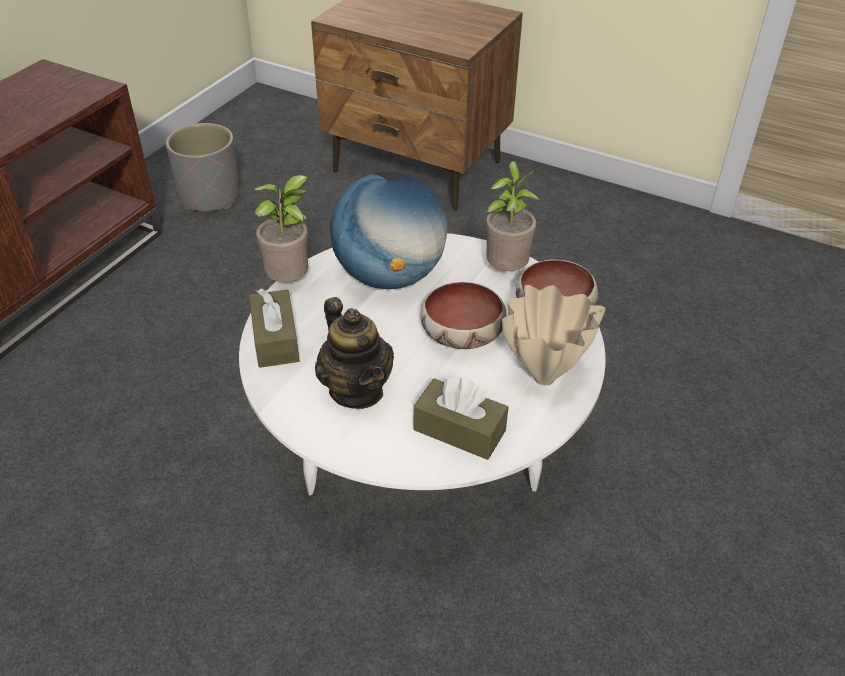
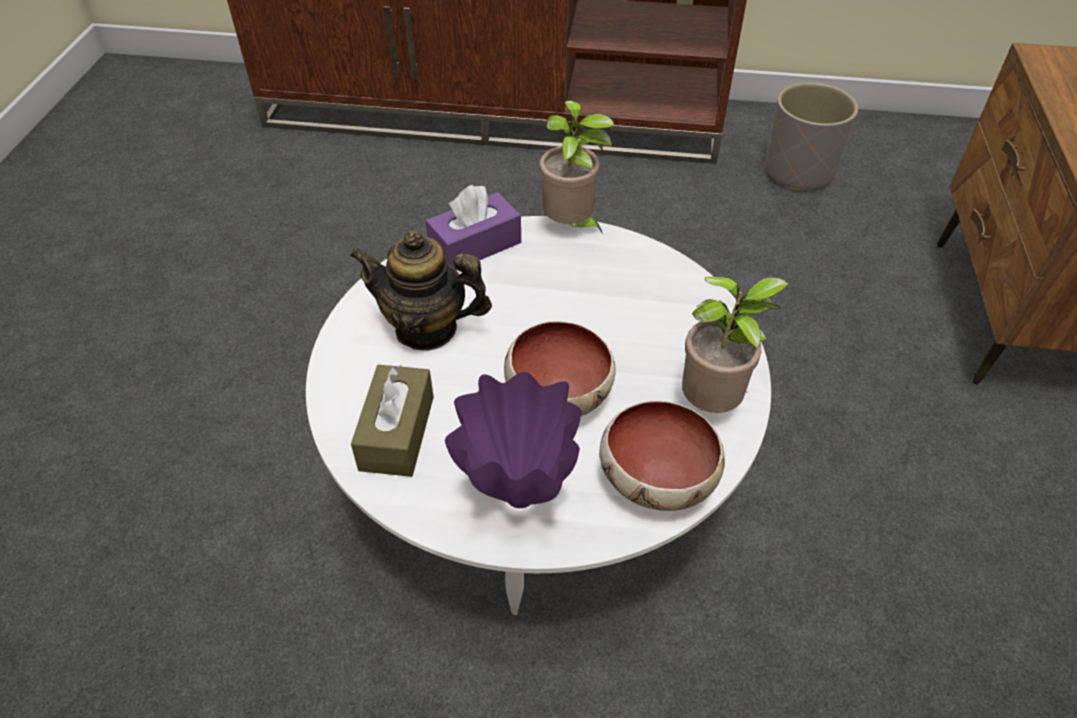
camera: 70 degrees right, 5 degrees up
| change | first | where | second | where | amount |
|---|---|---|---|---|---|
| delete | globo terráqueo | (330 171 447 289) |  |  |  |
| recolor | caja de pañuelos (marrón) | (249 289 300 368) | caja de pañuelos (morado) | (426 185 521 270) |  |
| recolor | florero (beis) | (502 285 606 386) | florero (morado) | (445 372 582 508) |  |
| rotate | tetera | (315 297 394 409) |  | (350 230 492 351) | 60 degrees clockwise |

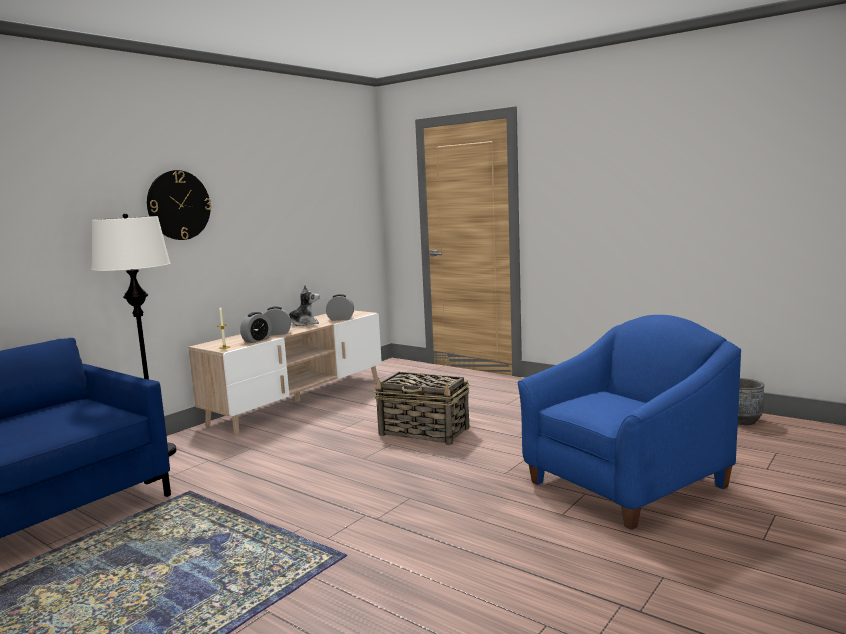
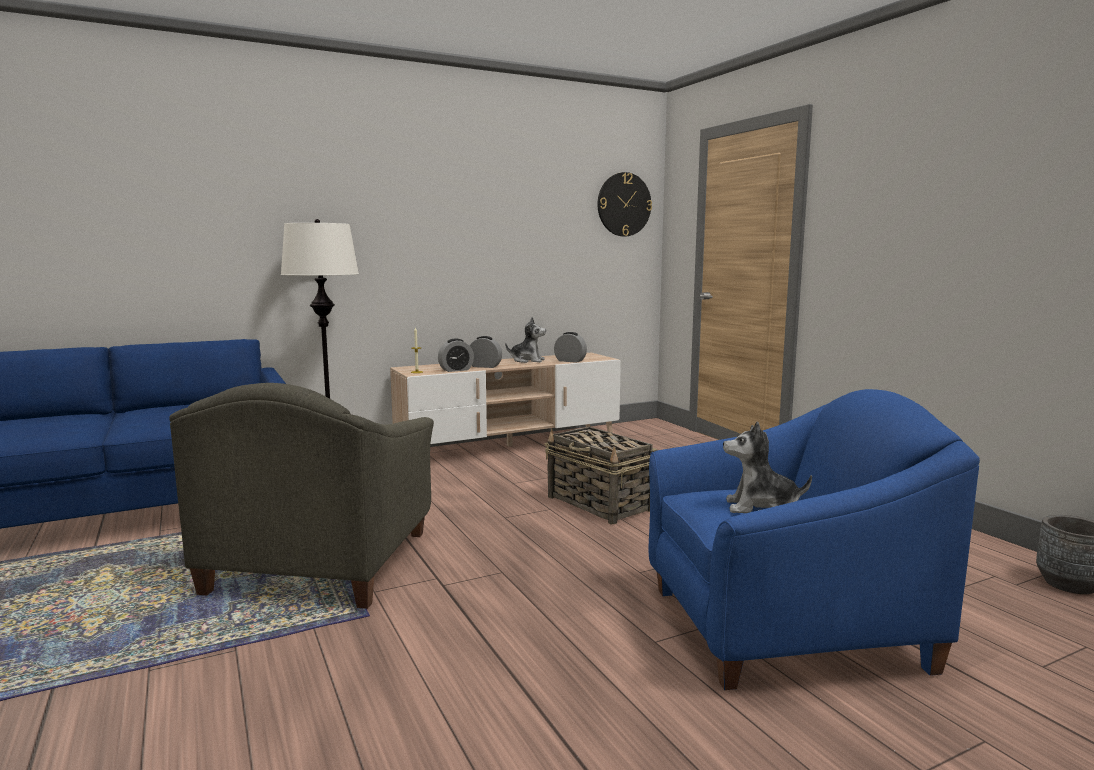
camera: 25 degrees right, 0 degrees up
| change | first | where | second | where | amount |
|---|---|---|---|---|---|
| insert |  |  | sillón (gris) | (169 383 434 609) |  |
| insert |  |  | peluche | (723 421 812 513) |  |
| move | reloj de pared | (147 170 211 240) |  | (598 172 652 236) |  |

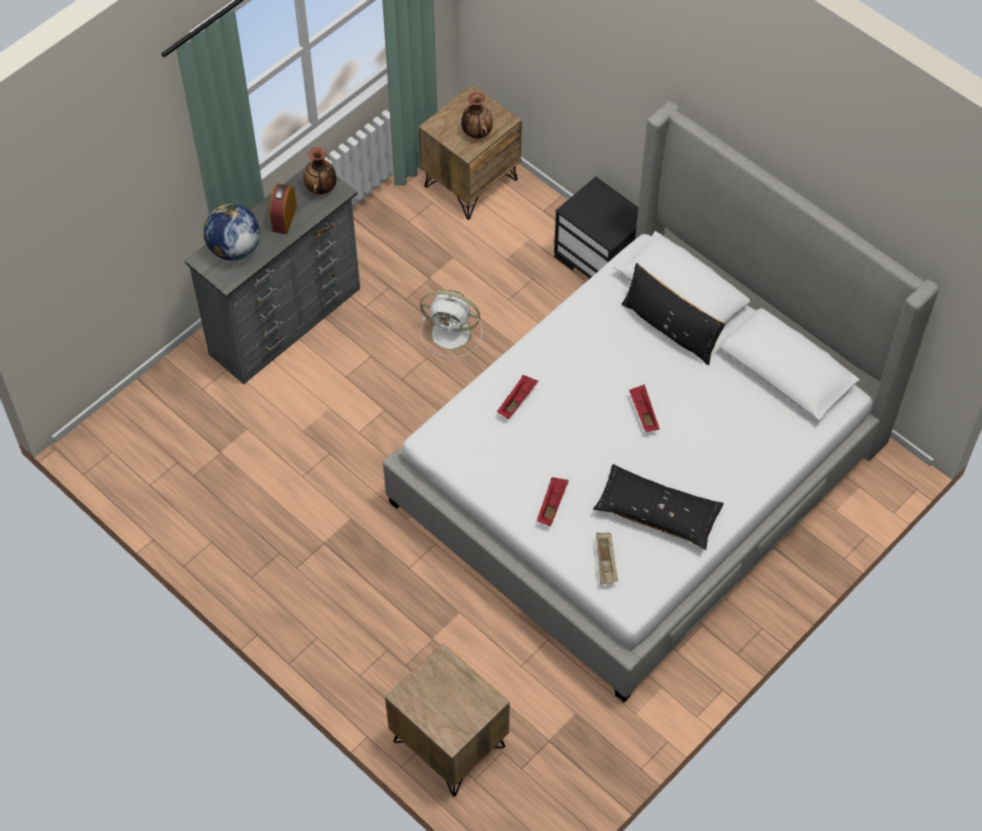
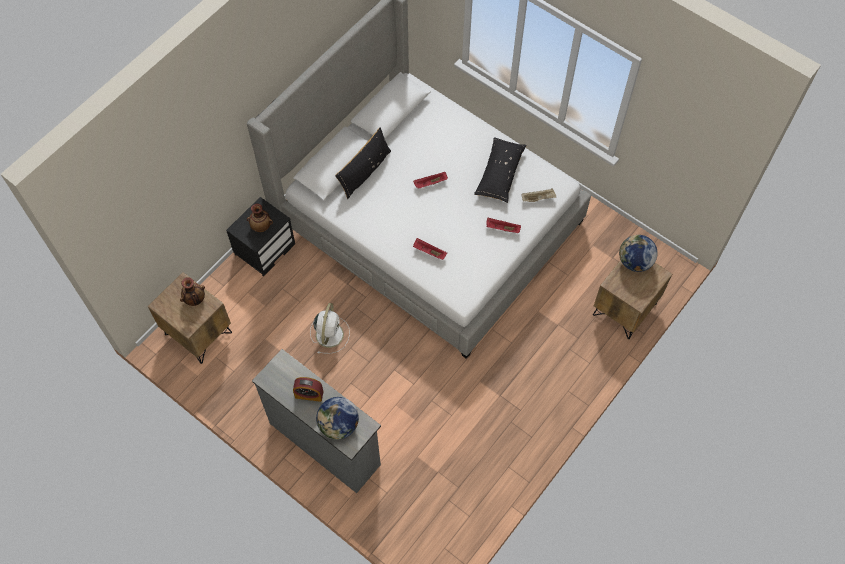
camera: 95 degrees left, 5 degrees up
| change | first | where | second | where | amount |
|---|---|---|---|---|---|
| insert |  |  | globo terráqueo | (619 235 658 272) |  |
| move | florero | (303 147 336 194) |  | (247 203 273 232) |  |

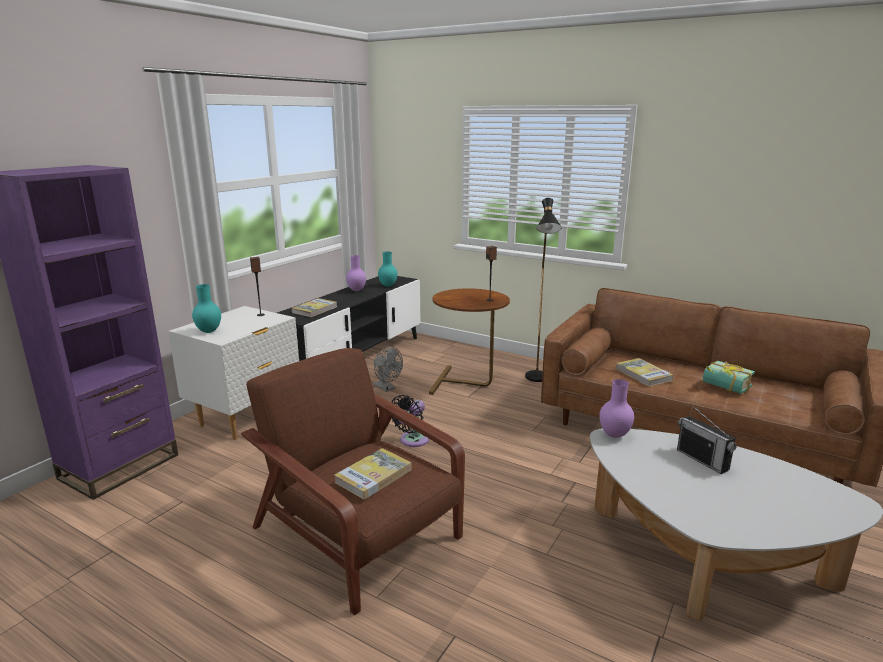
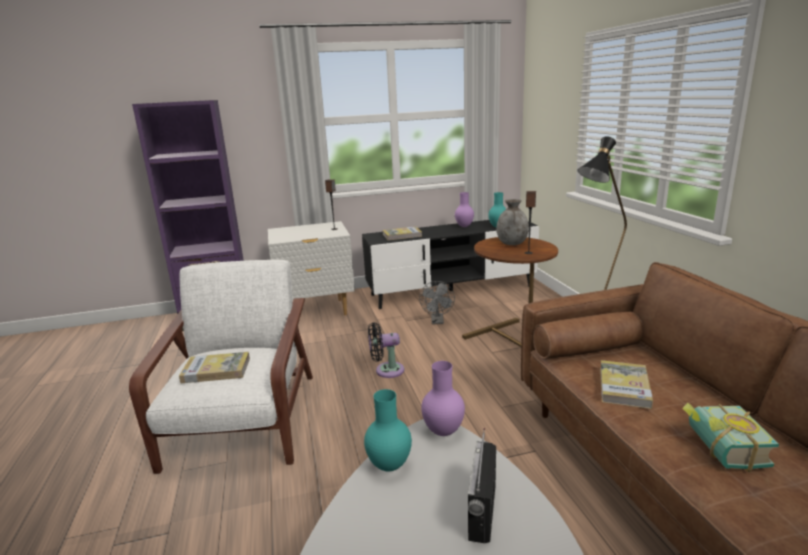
camera: 45 degrees right, 0 degrees up
| change | first | where | second | where | amount |
|---|---|---|---|---|---|
| insert |  |  | florero (gris) | (497 199 529 245) |  |
| move | florero (turquesa) | (192 284 221 333) |  | (364 389 412 471) |  |
| recolor | sillón (marrón) | (241 348 465 615) | sillón (blanco) | (129 260 313 474) |  |

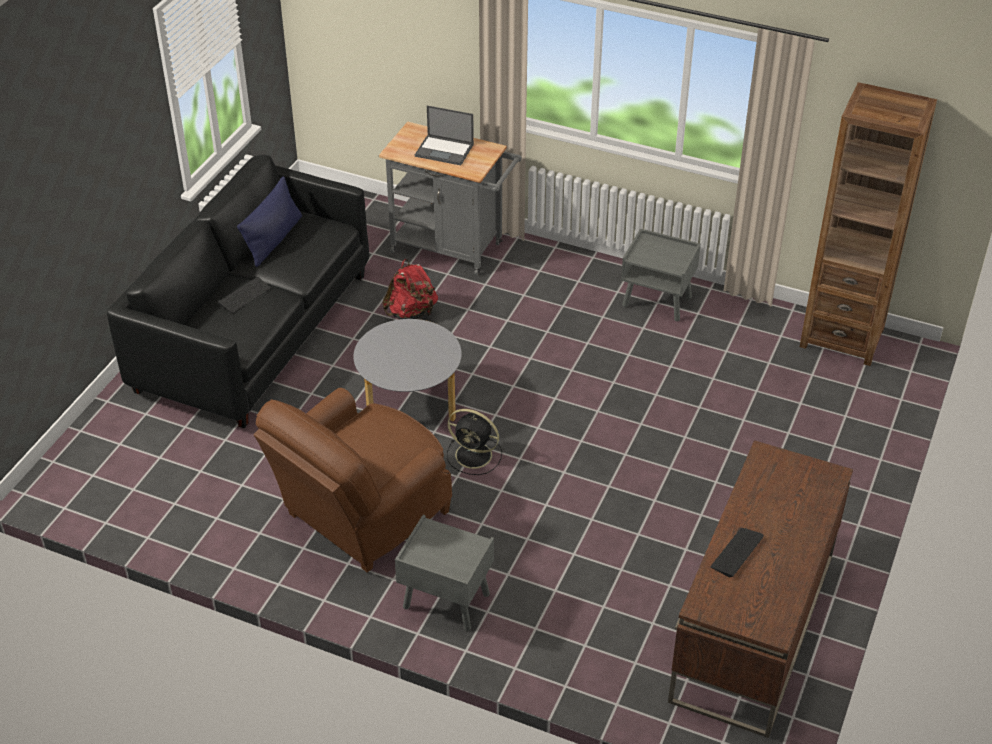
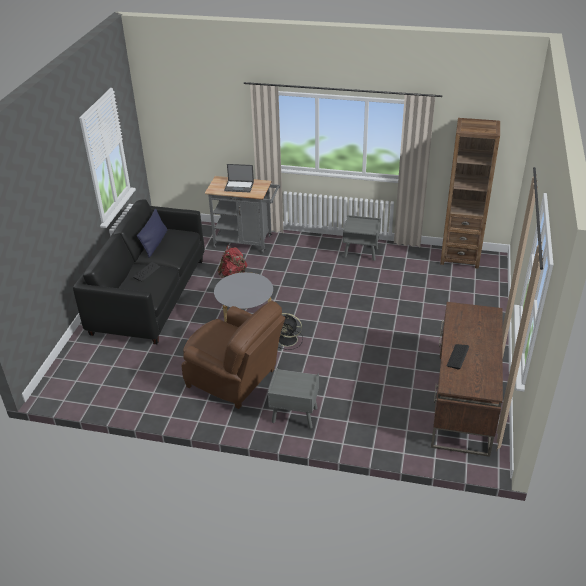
camera: 10 degrees left, 5 degrees down
| change | first | where | second | where | amount |
|---|---|---|---|---|---|
| rotate | sillón (marrón) | (253 388 452 573) |  | (181 301 286 409) | 90 degrees counterclockwise |

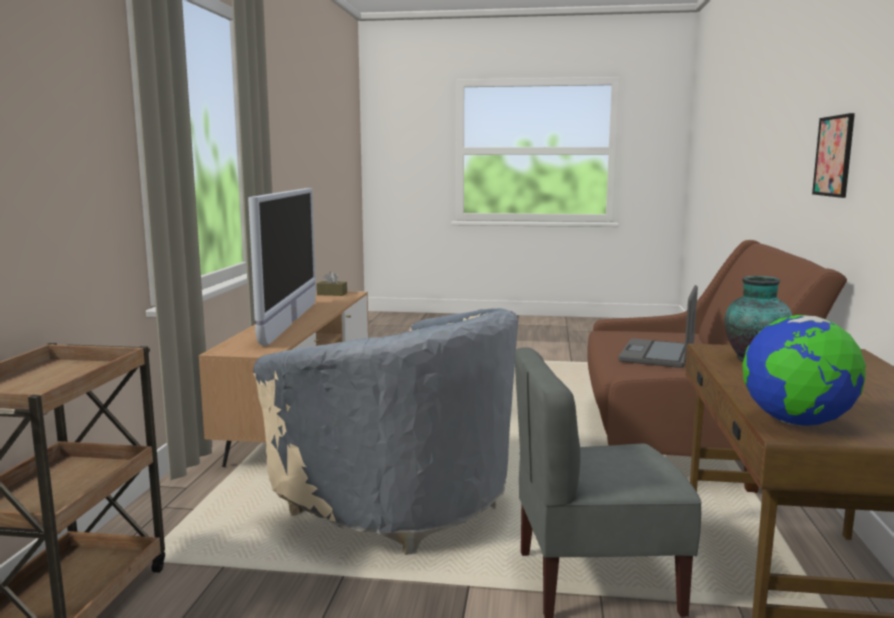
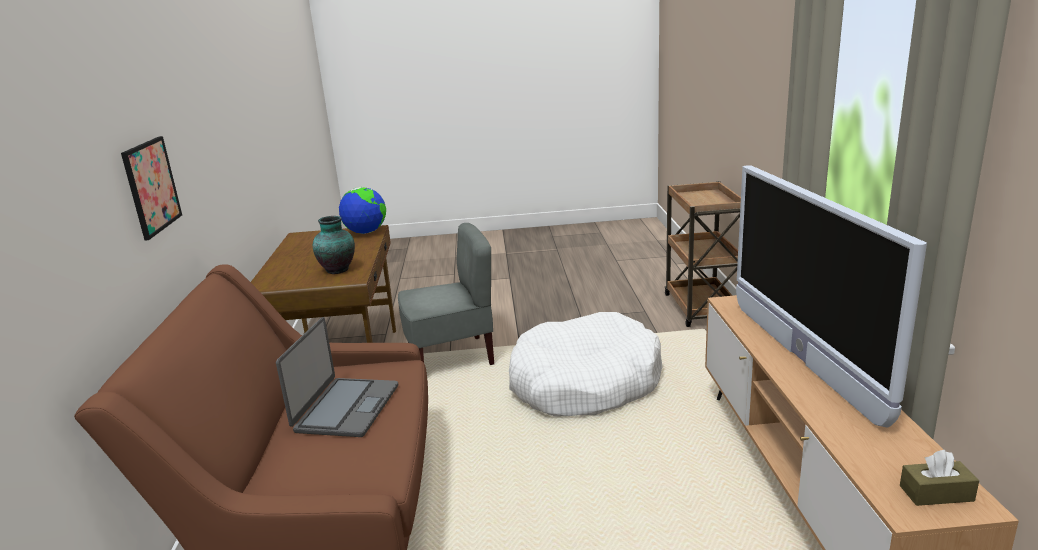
camera: 170 degrees right, 10 degrees up
| change | first | where | second | where | amount |
|---|---|---|---|---|---|
| replace | sillón (beis) | (253 308 518 555) | cama para perro (blanco) | (509 312 663 416) |  |

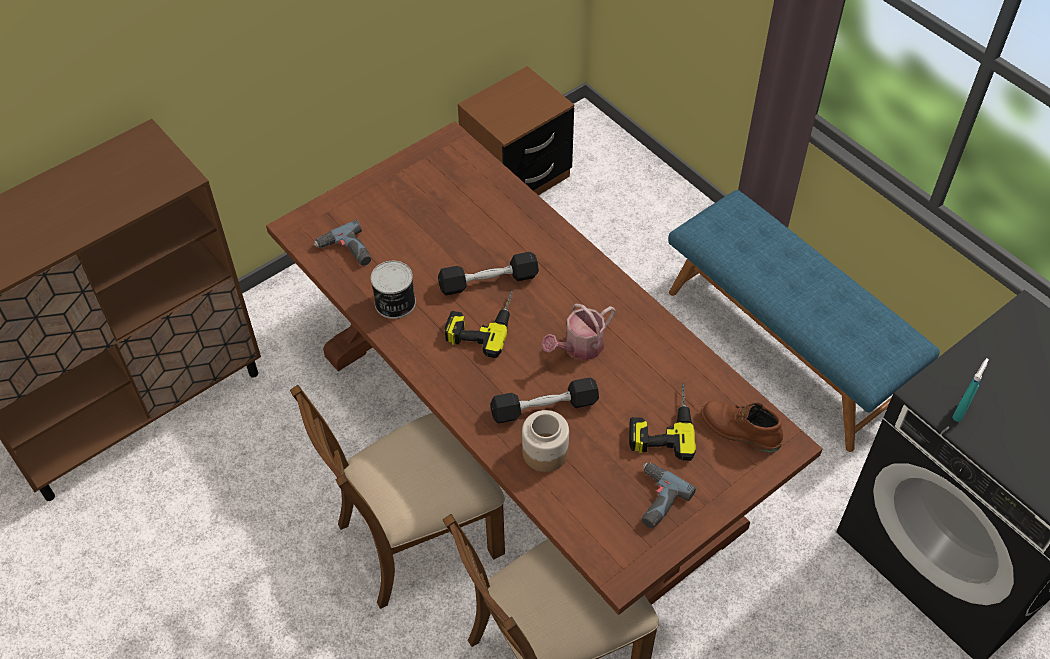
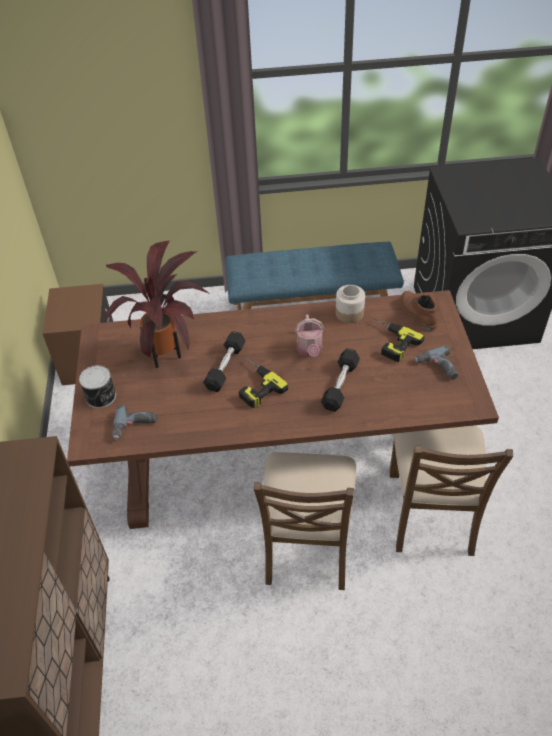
camera: 55 degrees left, 5 degrees down
| change | first | where | second | where | amount |
|---|---|---|---|---|---|
| delete | pulverizador (turquesa) | (952 358 989 422) |  |  |  |
| insert |  |  | planta en maceta | (101 241 211 368) |  |
| move | lata | (371 261 416 319) |  | (79 365 116 408) |  |
| move | tarro | (522 410 569 472) |  | (336 285 365 323) |  |
| rotate | bota (marrón) | (700 401 783 453) |  | (400 291 437 331) | 90 degrees clockwise |

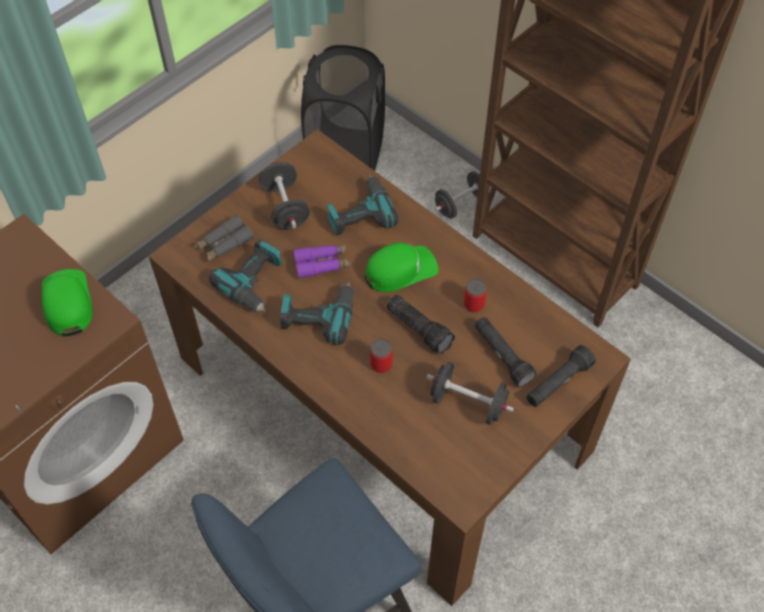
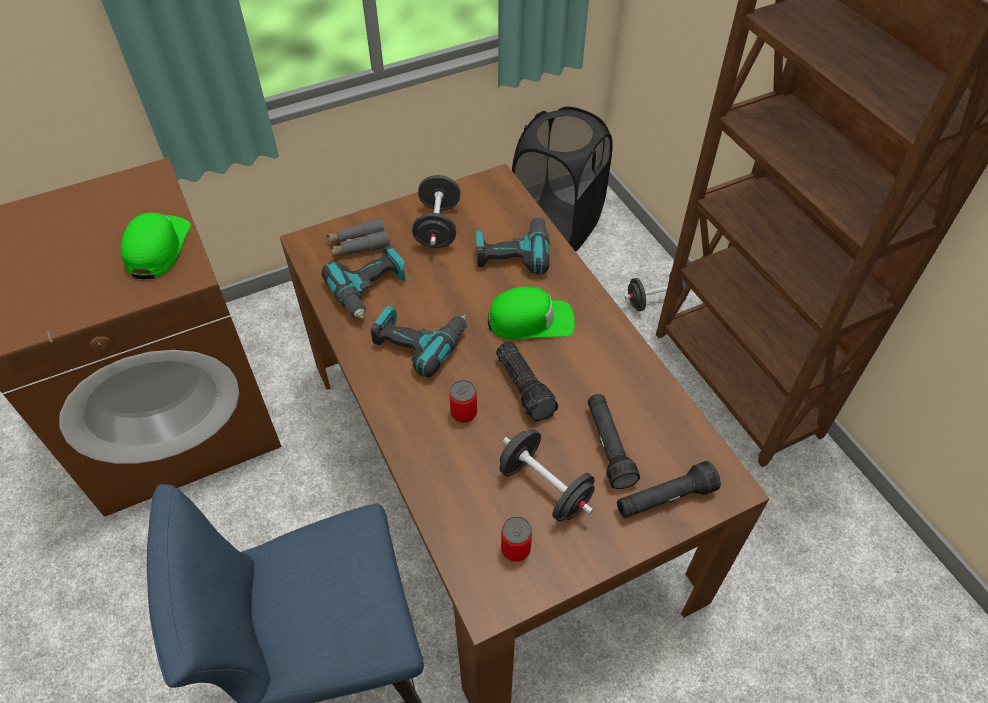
camera: 20 degrees right, 5 degrees down
| change | first | where | second | where | amount |
|---|---|---|---|---|---|
| delete | prismáticos (morado) | (293 244 350 279) |  |  |  |
| move | lata | (464 279 487 312) |  | (501 516 532 562) |  |

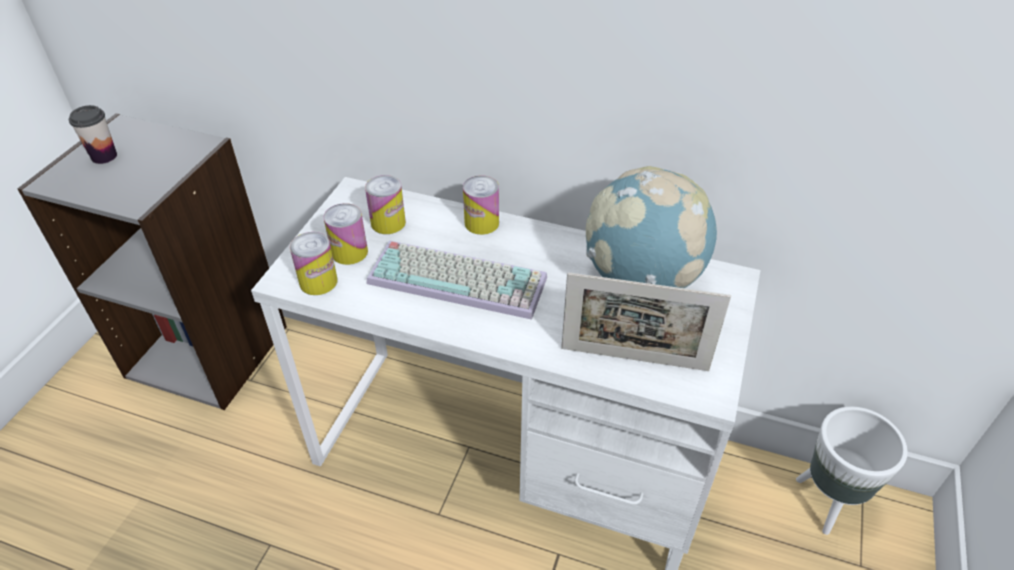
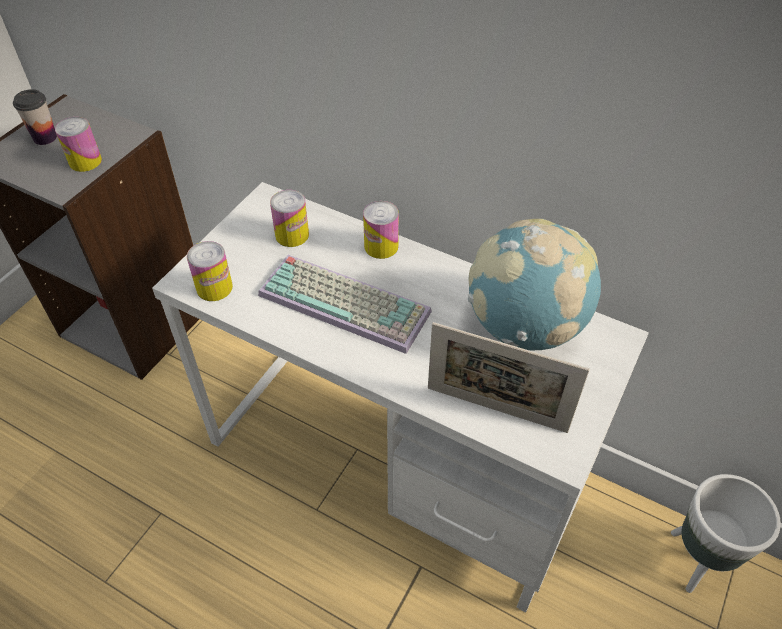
camera: 10 degrees right, 5 degrees up
| change | first | where | second | where | amount |
|---|---|---|---|---|---|
| move | lata | (324 203 368 265) |  | (55 117 102 172) |  |

